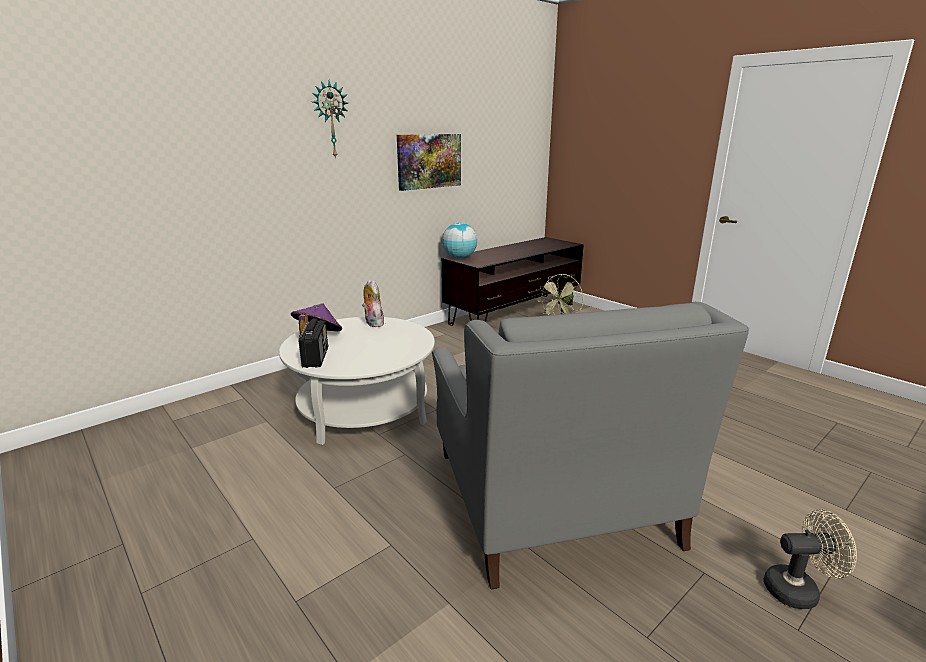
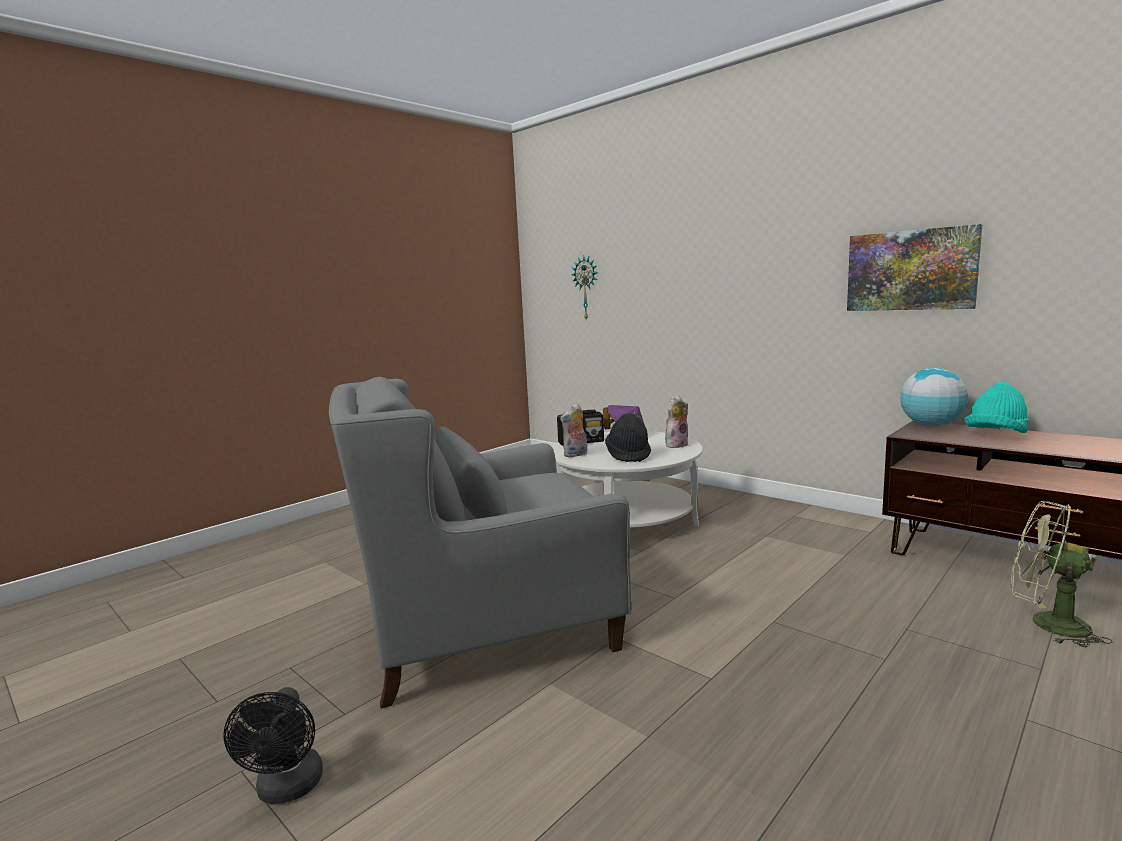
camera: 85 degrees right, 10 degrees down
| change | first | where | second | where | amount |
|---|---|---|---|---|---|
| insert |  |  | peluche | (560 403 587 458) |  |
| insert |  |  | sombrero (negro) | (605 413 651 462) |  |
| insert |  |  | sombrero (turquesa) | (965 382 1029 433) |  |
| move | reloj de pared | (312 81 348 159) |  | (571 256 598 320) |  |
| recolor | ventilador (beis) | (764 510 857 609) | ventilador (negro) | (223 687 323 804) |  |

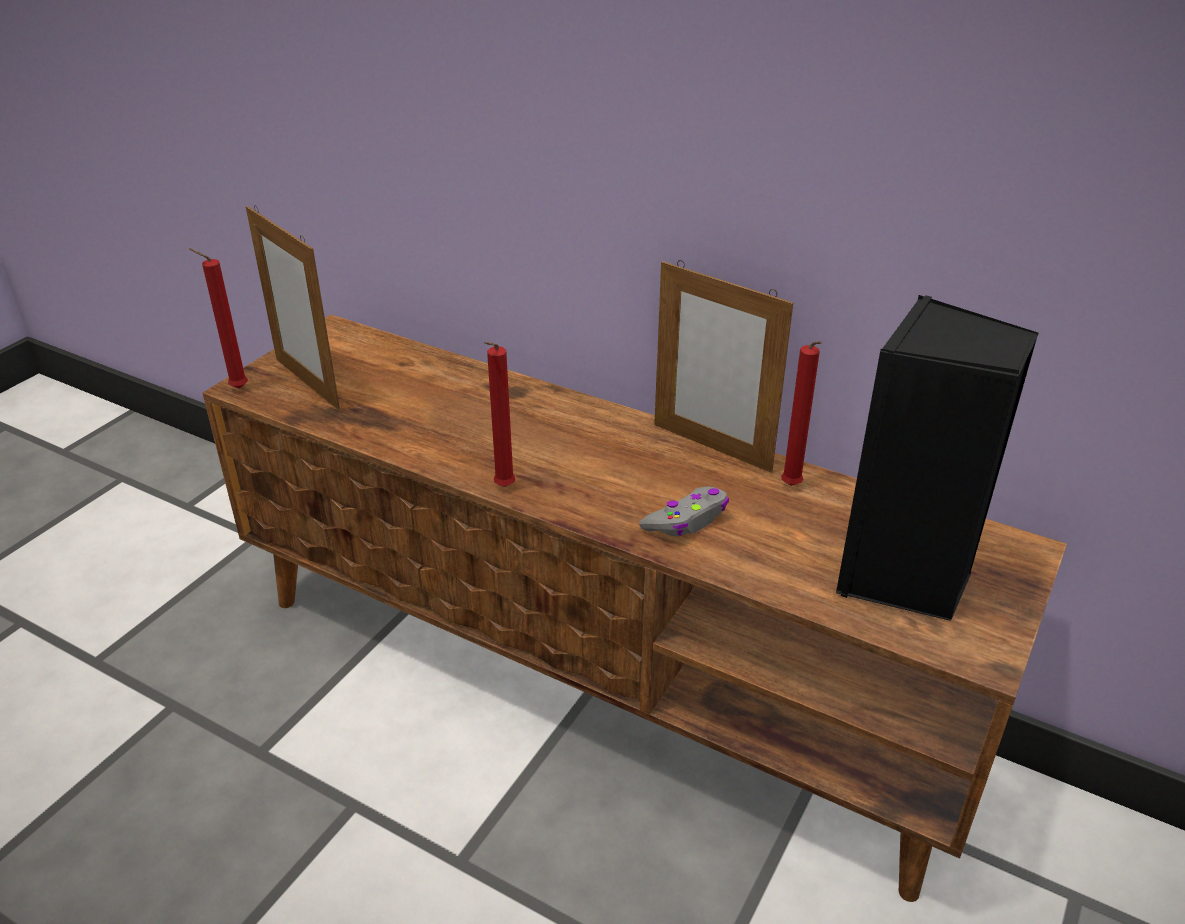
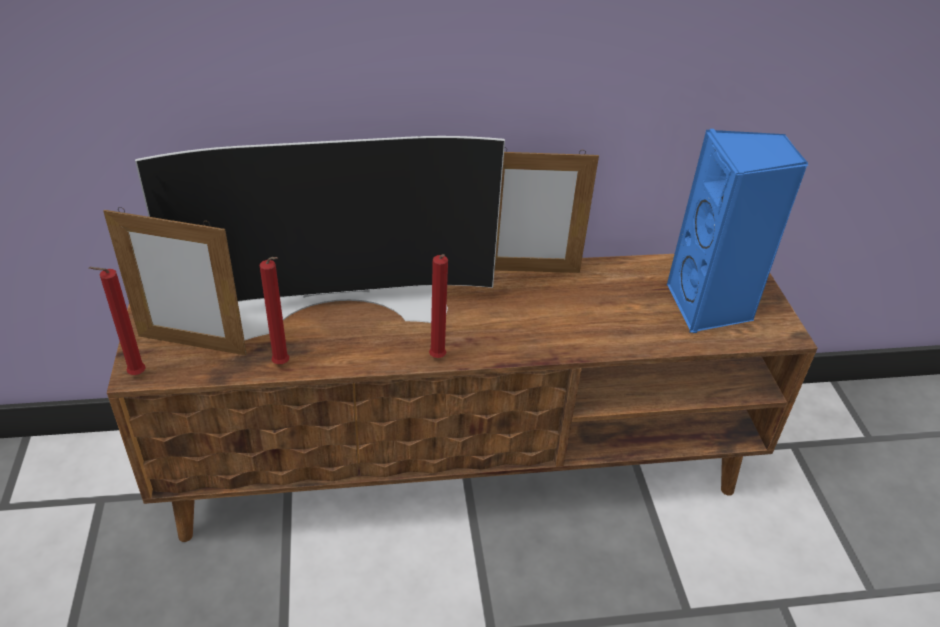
camera: 40 degrees left, 5 degrees up
| change | first | where | second | where | amount |
|---|---|---|---|---|---|
| delete | mando de consola (gris) | (639 486 729 536) |  |  |  |
| insert |  |  | televisor | (135 136 505 341) |  |
| move | vela (rojo) | (781 341 822 486) |  | (260 257 289 364) |  |
| recolor | altavoz (negro) | (836 295 1039 621) | altavoz (azul) | (667 129 809 333) |  |

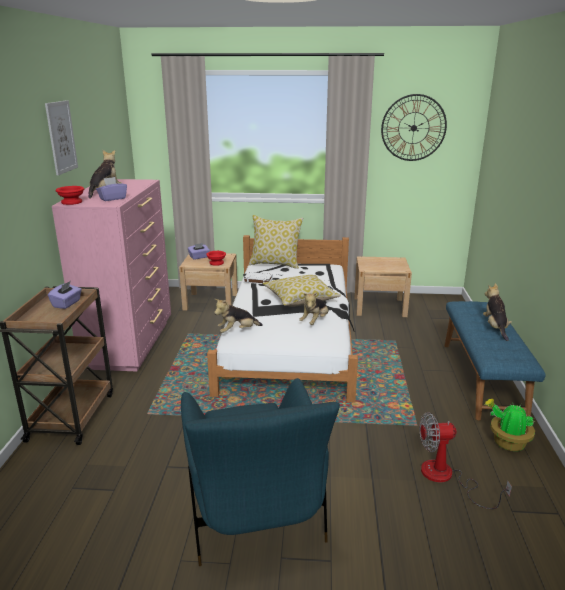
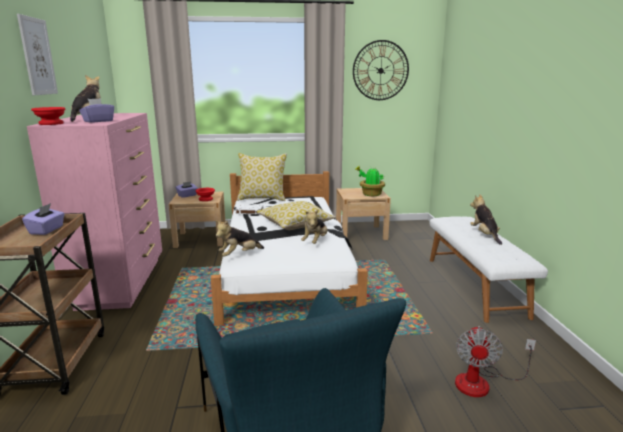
camera: 10 degrees left, 5 degrees down
| change | first | where | second | where | amount |
|---|---|---|---|---|---|
| move | planta en maceta | (485 398 536 451) |  | (355 166 385 196) |  |
| recolor | banco (azul) | (445 301 546 420) | banco (blanco) | (430 216 548 323) |  |
| rotate | ventilador | (419 412 512 509) |  | (455 326 536 397) | 60 degrees counterclockwise |

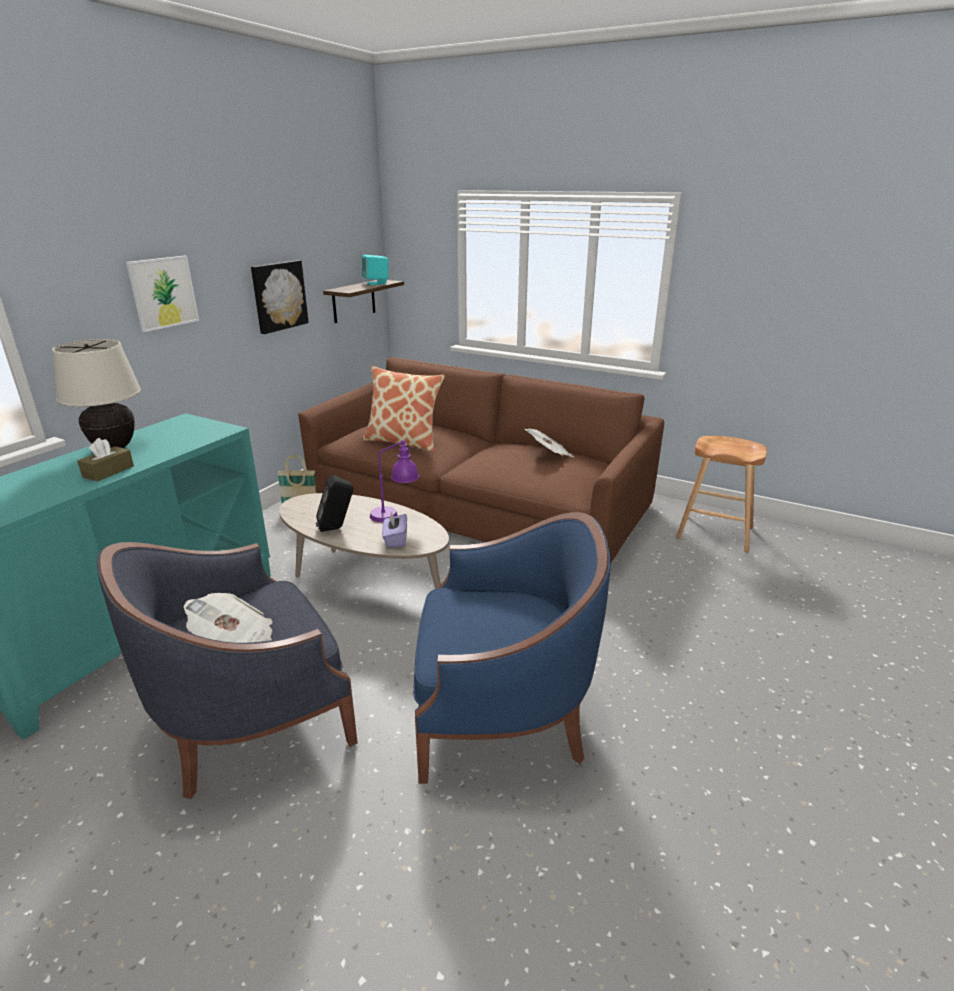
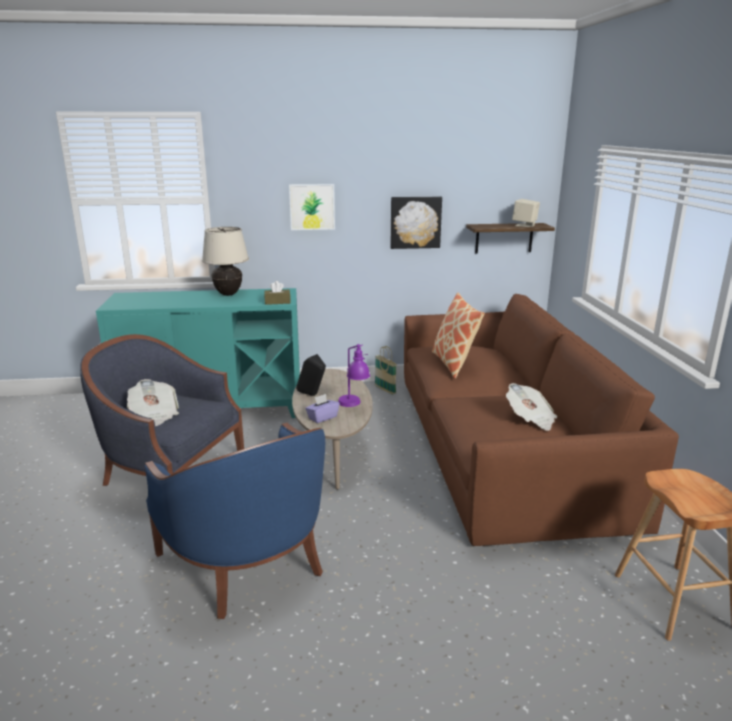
camera: 55 degrees right, 5 degrees down
| change | first | where | second | where | amount |
|---|---|---|---|---|---|
| move | caja de pañuelos (marrón) | (77 438 134 481) |  | (264 281 290 305) |  |
| recolor | altavoz (turquesa) | (362 255 389 285) | altavoz (beis) | (512 199 540 227) |  |

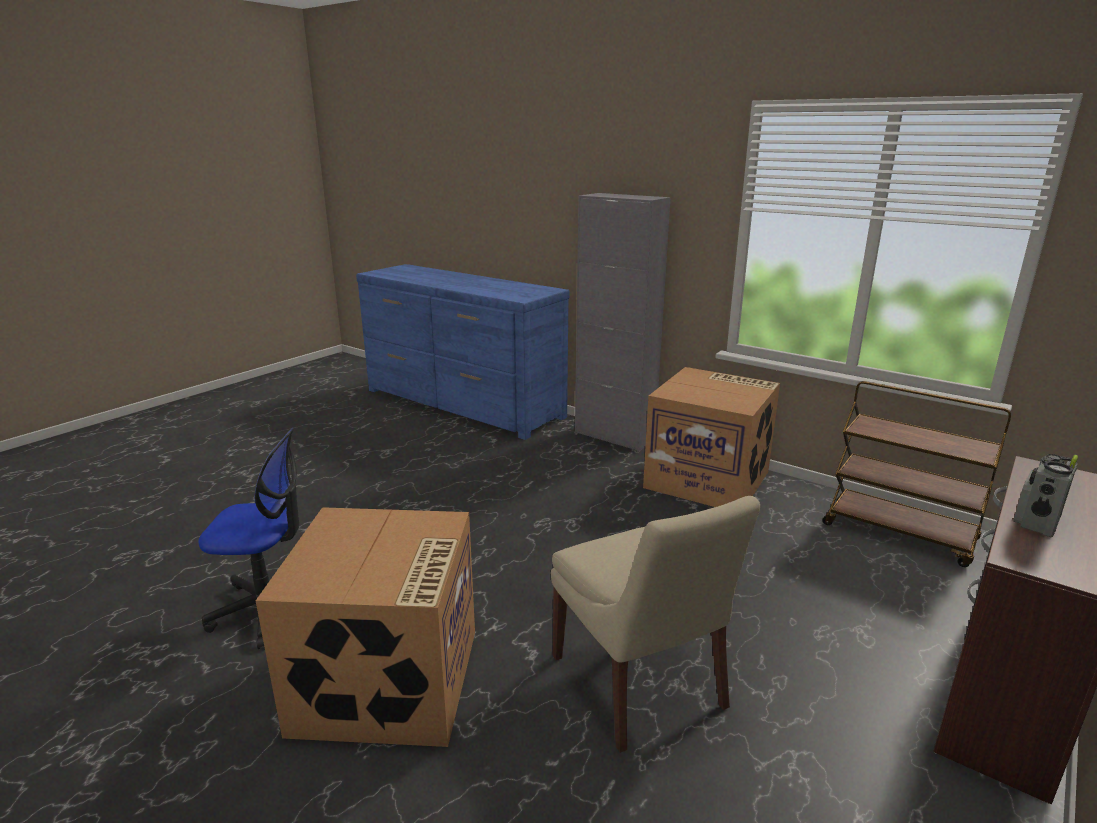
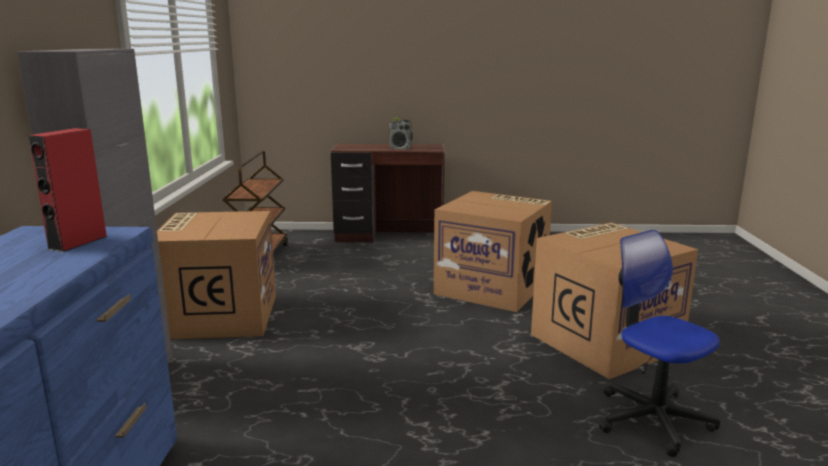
camera: 125 degrees left, 5 degrees down
| change | first | where | second | where | amount |
|---|---|---|---|---|---|
| insert |  |  | altavoz (rojo) | (28 128 108 252) |  |
| replace | silla (beis) | (551 496 760 753) | caja de cartón | (434 191 552 312) |  |

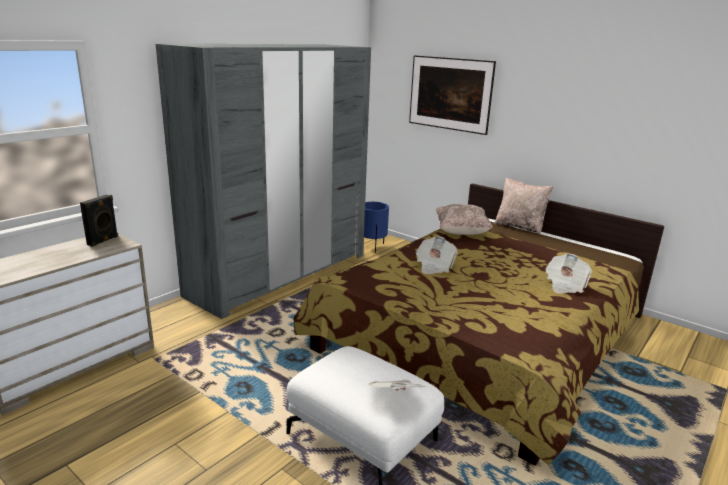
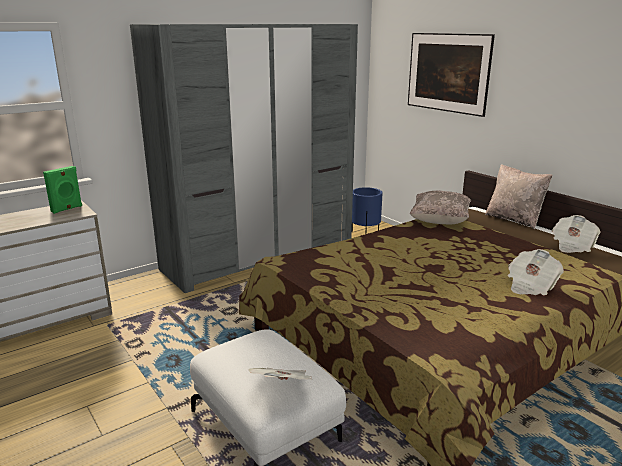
camera: 15 degrees right, 0 degrees up
| change | first | where | second | where | amount |
|---|---|---|---|---|---|
| move | periódico | (416 236 458 274) |  | (552 215 601 253) |  |
| recolor | altavoz (negro) | (80 195 118 247) | altavoz (verde) | (43 166 82 214) |  |

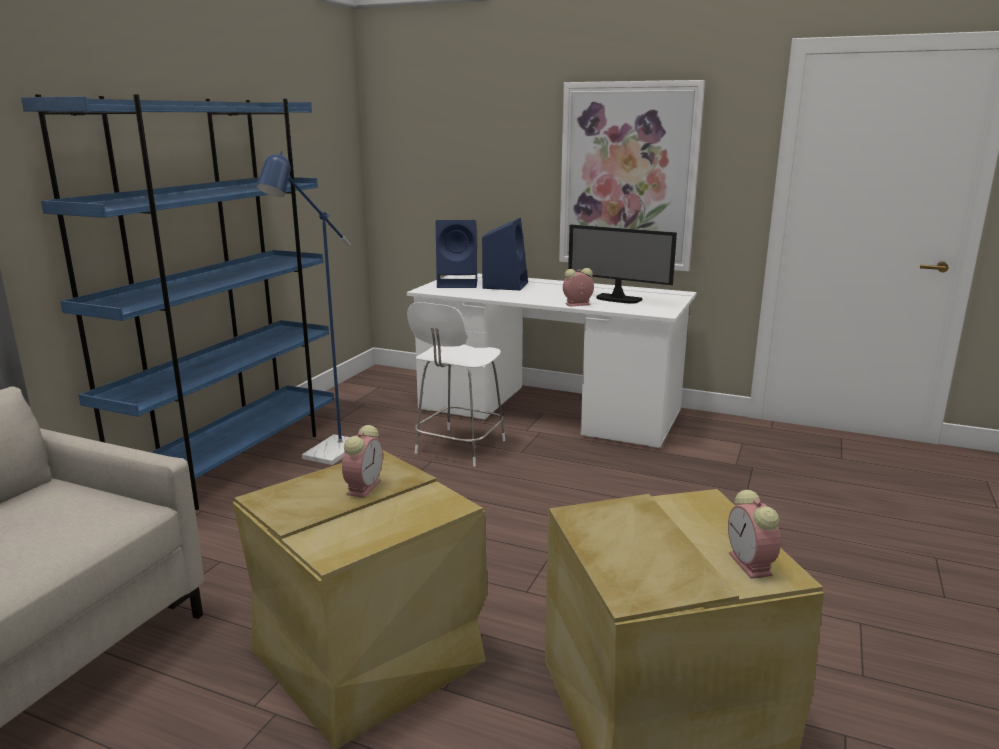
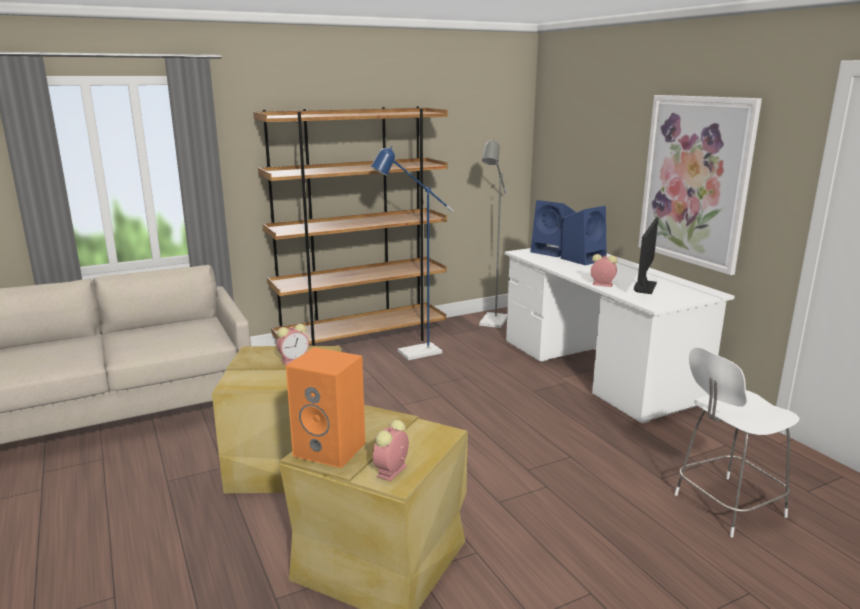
camera: 40 degrees right, 0 degrees up
| change | first | where | second | where | amount |
|---|---|---|---|---|---|
| insert |  |  | altavoz (naranja) | (286 347 365 468) |  |
| insert |  |  | lámpara de pie (gris) | (479 138 507 328) |  |
| move | taburete (blanco) | (407 302 505 466) |  | (674 347 800 537) |  |
| recolor | estantería (azul) | (21 94 334 510) | estantería (marrón) | (253 106 448 346) |  |
| rotate | monitor | (568 225 677 304) |  | (634 218 659 294) | 45 degrees clockwise |

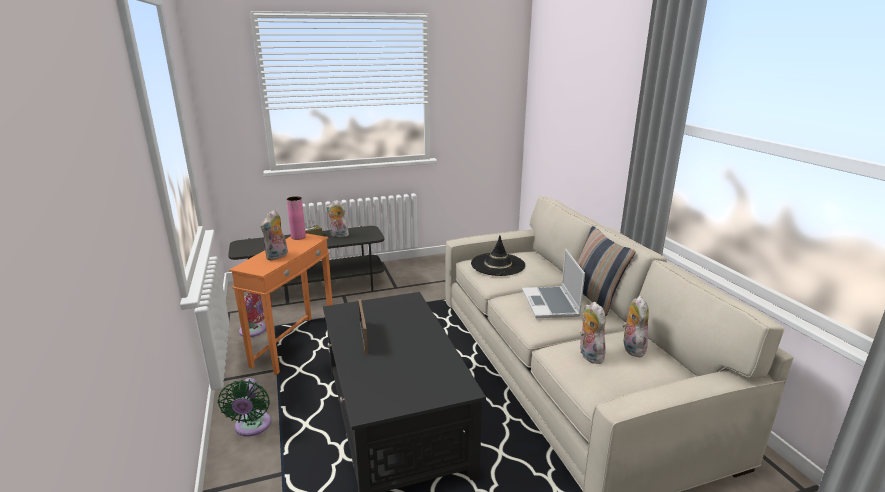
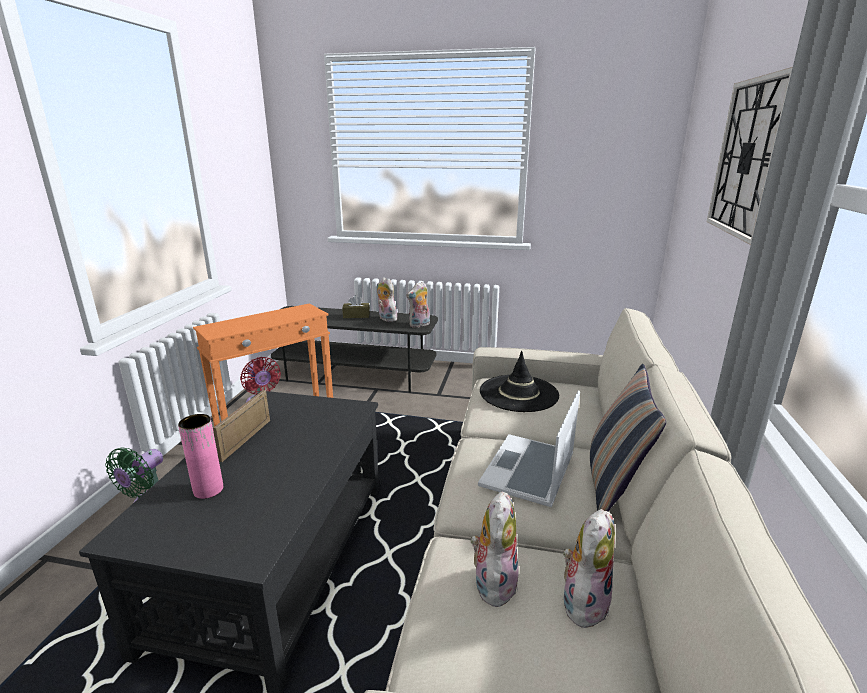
camera: 30 degrees right, 0 degrees up
| change | first | where | second | where | amount |
|---|---|---|---|---|---|
| insert |  |  | reloj de pared | (707 67 793 245) |  |
| move | peluche | (260 210 288 261) |  | (406 282 430 328) |  |
| move | florero (rosa) | (286 196 306 240) |  | (178 414 223 499) |  |

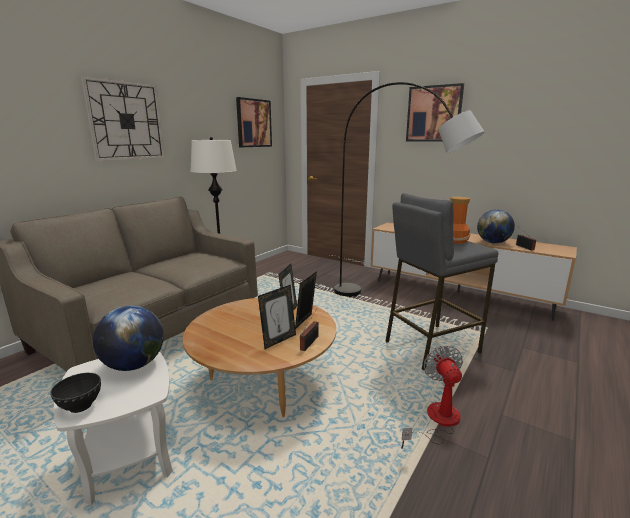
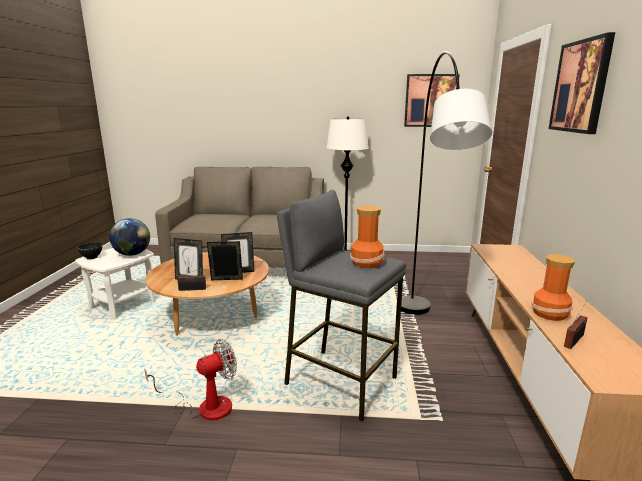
camera: 60 degrees right, 0 degrees up
| change | first | where | second | where | amount |
|---|---|---|---|---|---|
| delete | reloj de pared | (81 76 165 161) |  |  |  |
| replace | globo terráqueo | (477 209 515 244) | florero | (532 254 575 321) |  |

